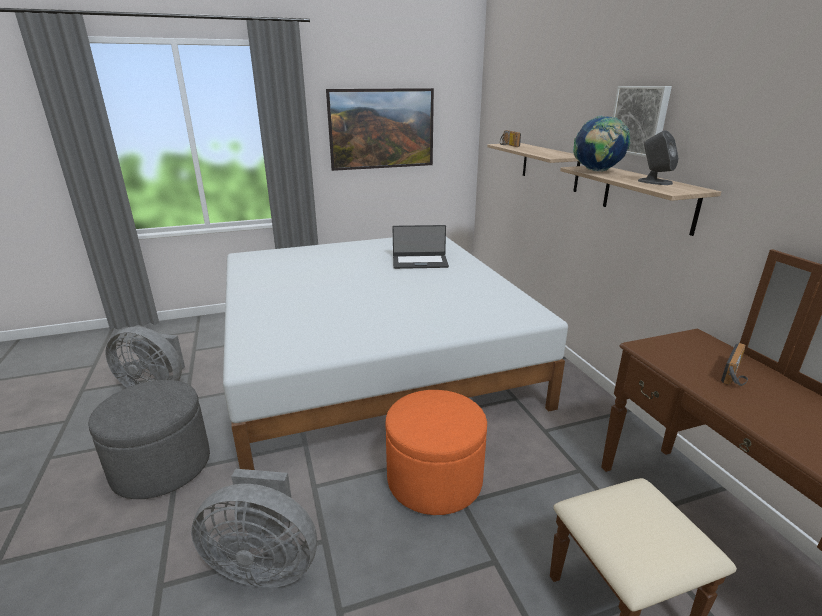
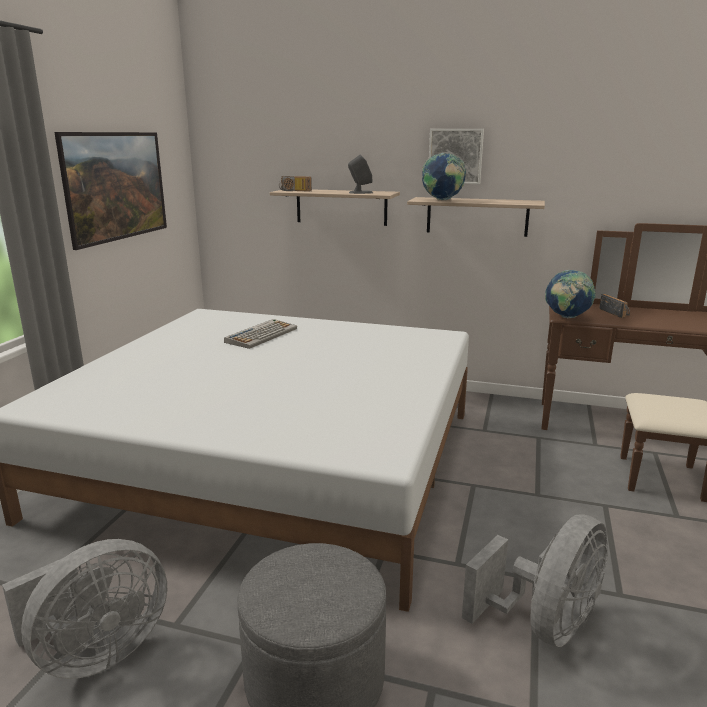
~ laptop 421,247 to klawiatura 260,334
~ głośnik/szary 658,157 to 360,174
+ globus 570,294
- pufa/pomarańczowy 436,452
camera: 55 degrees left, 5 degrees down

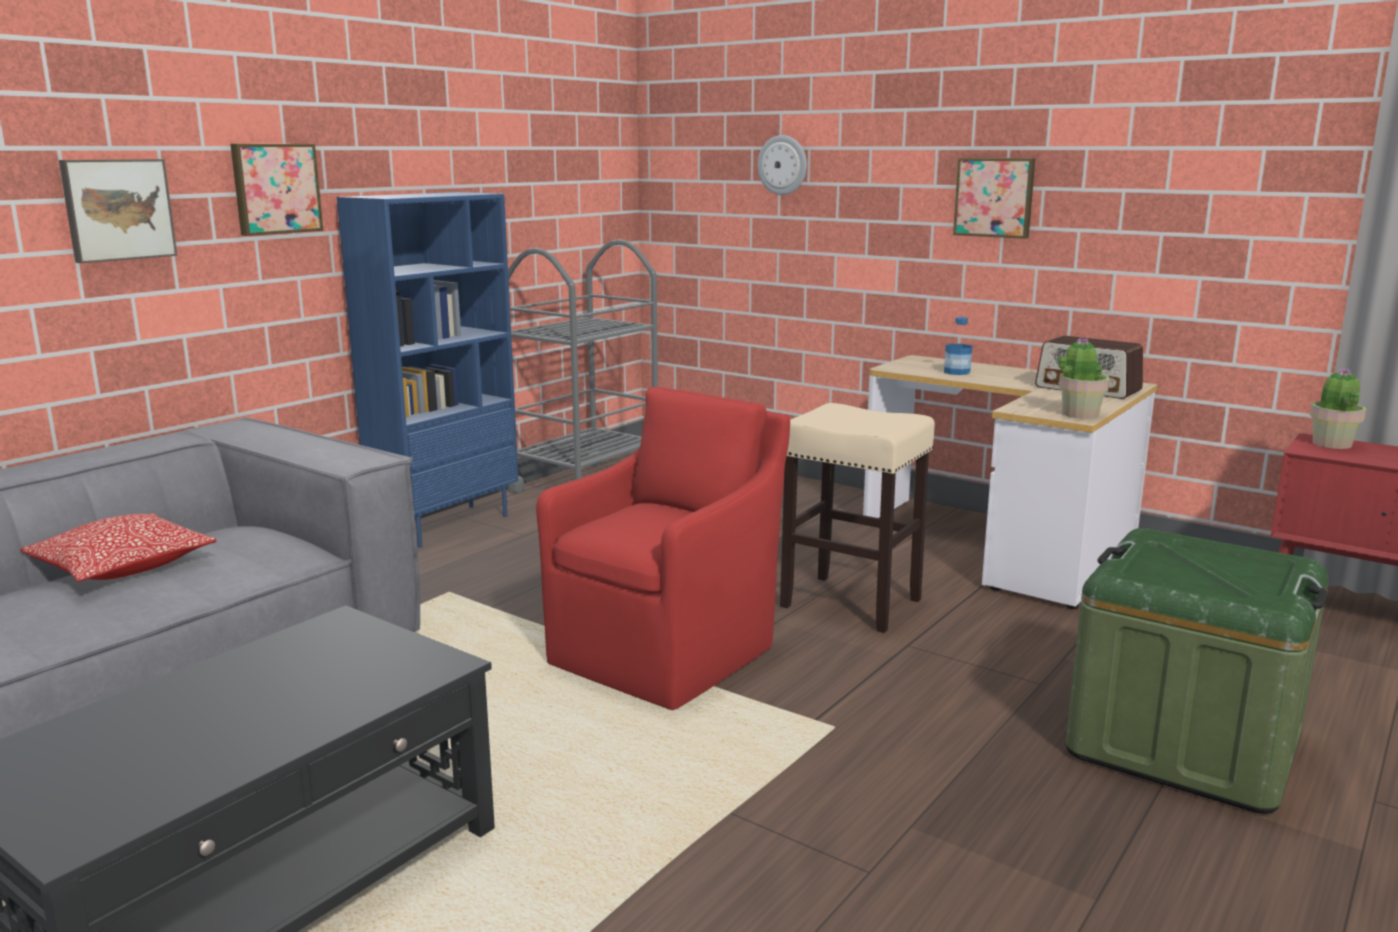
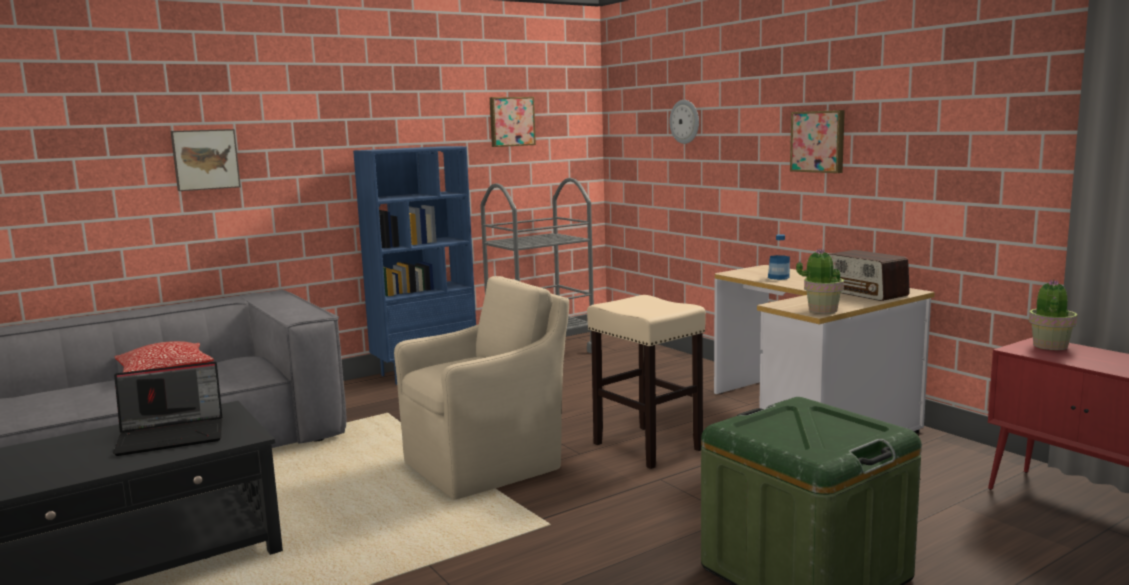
+ laptop 167,409
~ fotel/czerwony 663,548 to fotel/beżowy 481,387
~ obraz 276,190 to 513,122
camera: 20 degrees right, 5 degrees down

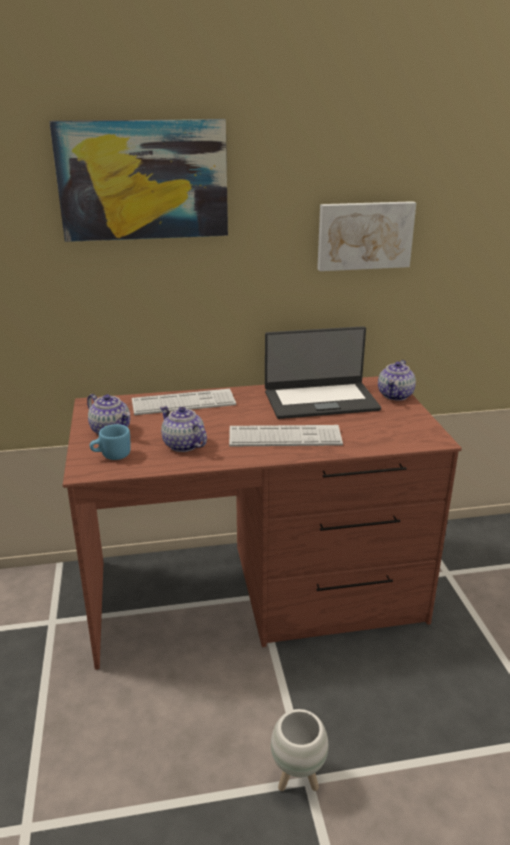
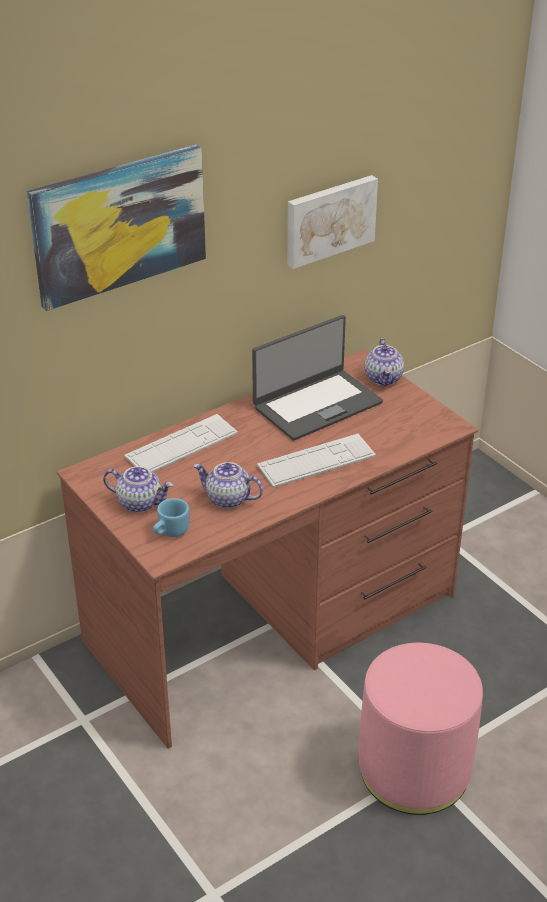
~ donica/biały 299,750 to pufa/różowy 421,729
camera: 25 degrees left, 10 degrees up

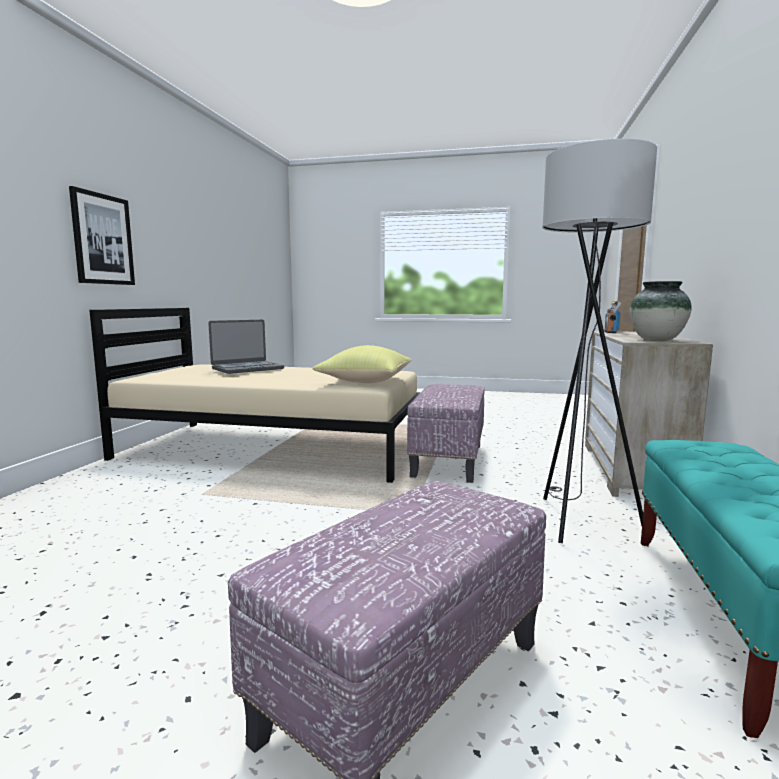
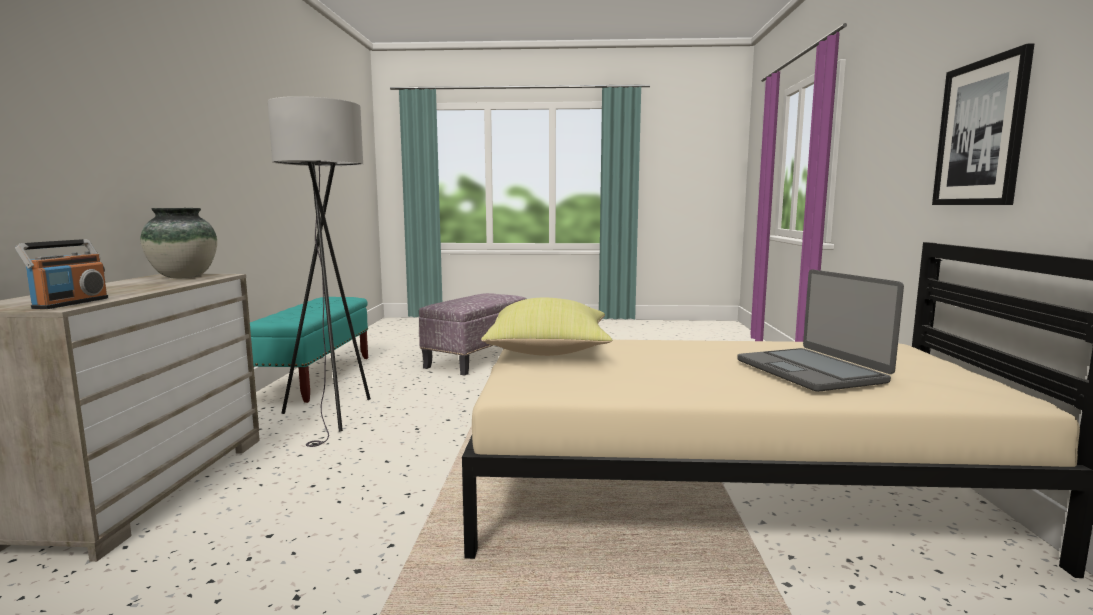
~ laptop 246,347 = 820,330 60 degrees counterclockwise
- pufa 446,433
camera: 170 degrees right, 0 degrees up

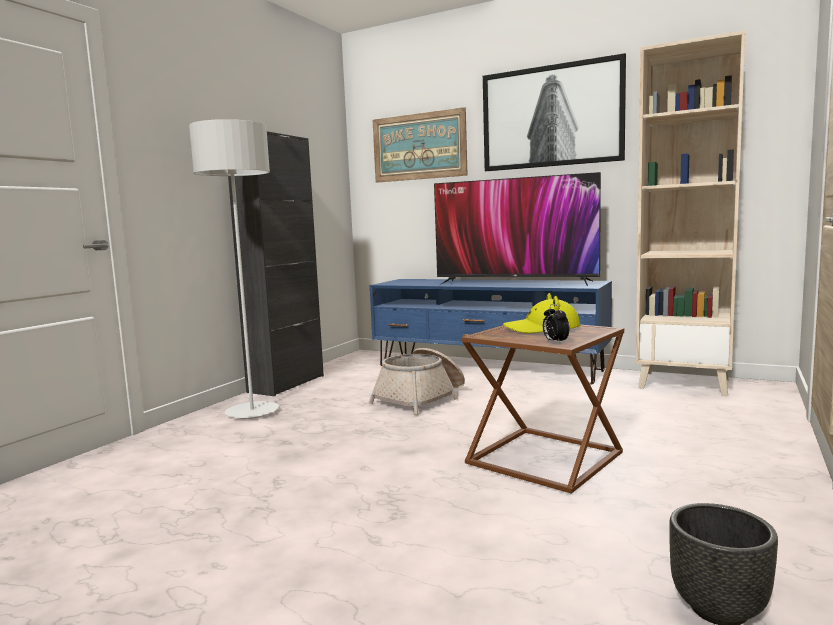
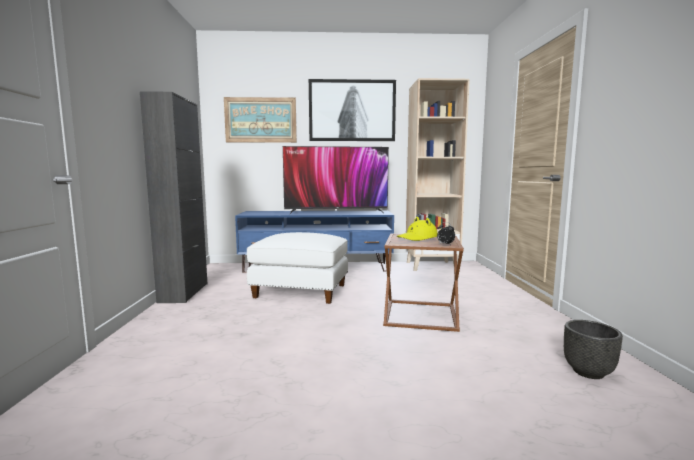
~ koszyk 417,381 to pufa/biały 297,268
- lampa stojąca/szary 234,269
camera: 30 degrees left, 0 degrees up

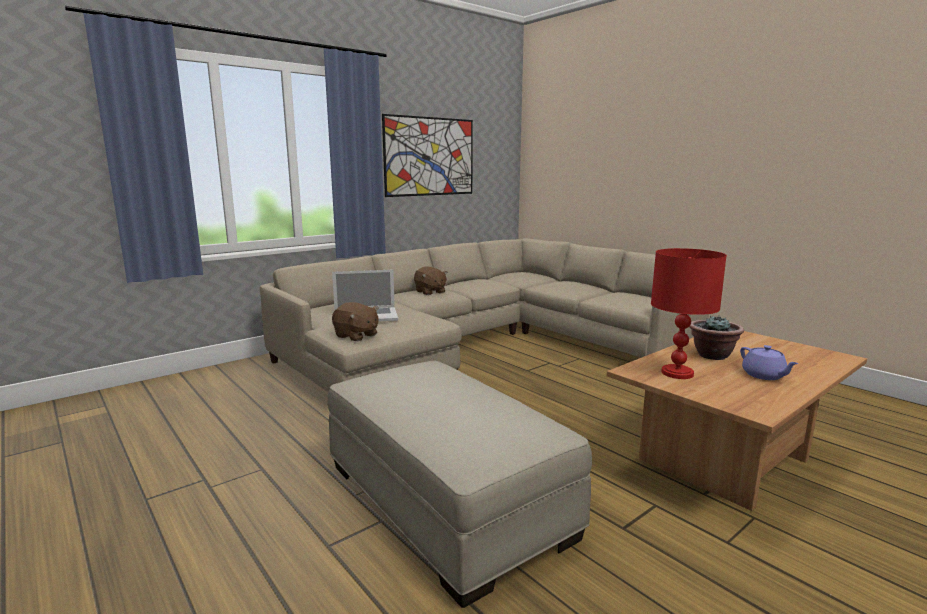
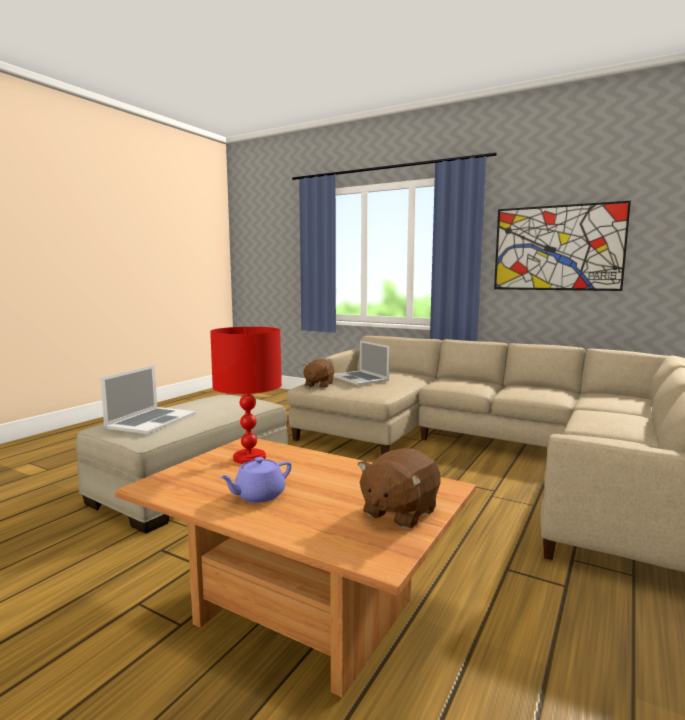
+ laptop 148,399
~ pluszak/brązowy 430,280 to 399,488
- roślina doniczkowa 716,337
camera: 70 degrees right, 5 degrees down

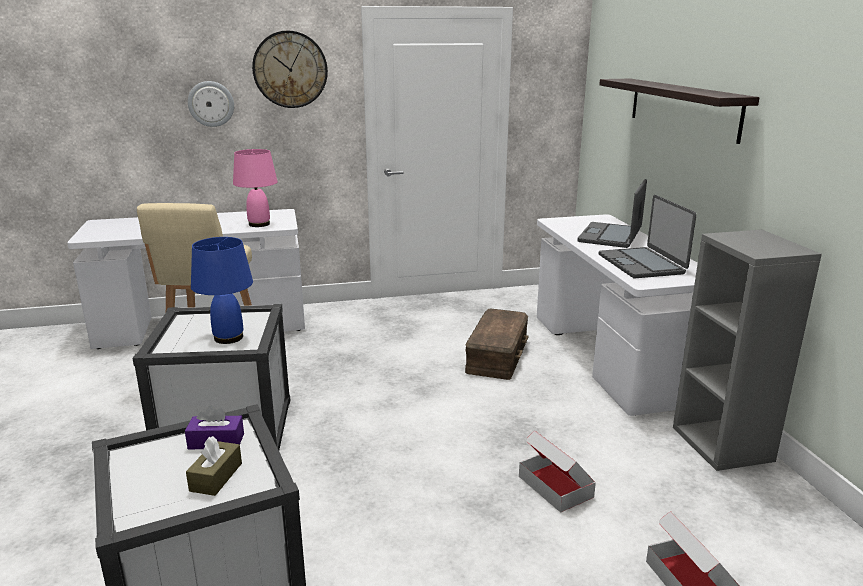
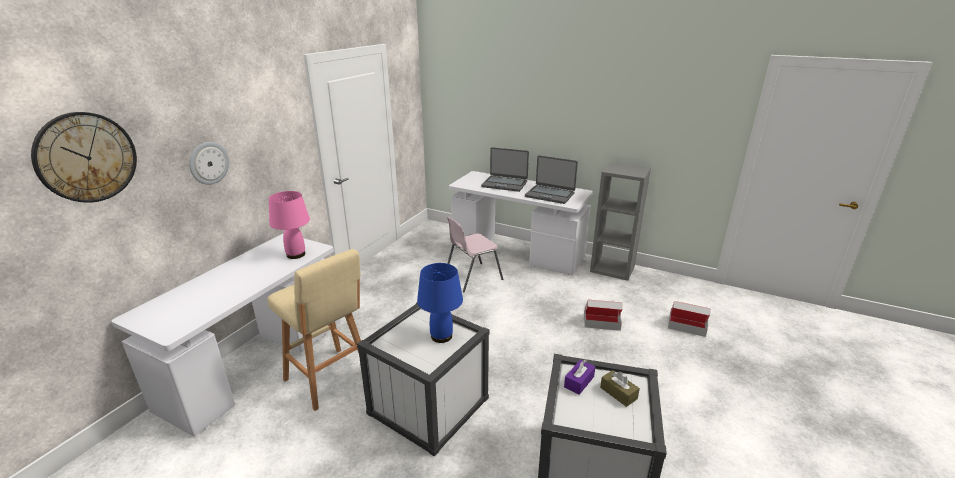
~ zegar ścienny 290,69 to 84,157
~ pojemnik do przechowywania/brązowy 497,344 to krzesło/różowy 475,254
~ laptop 612,213 = 505,169 45 degrees counterclockwise
- półka 679,111
camera: 50 degrees left, 5 degrees up

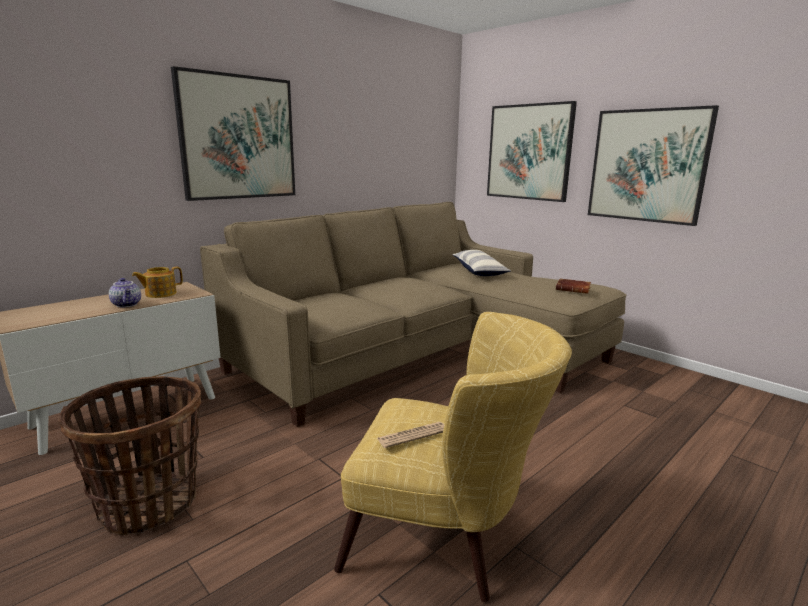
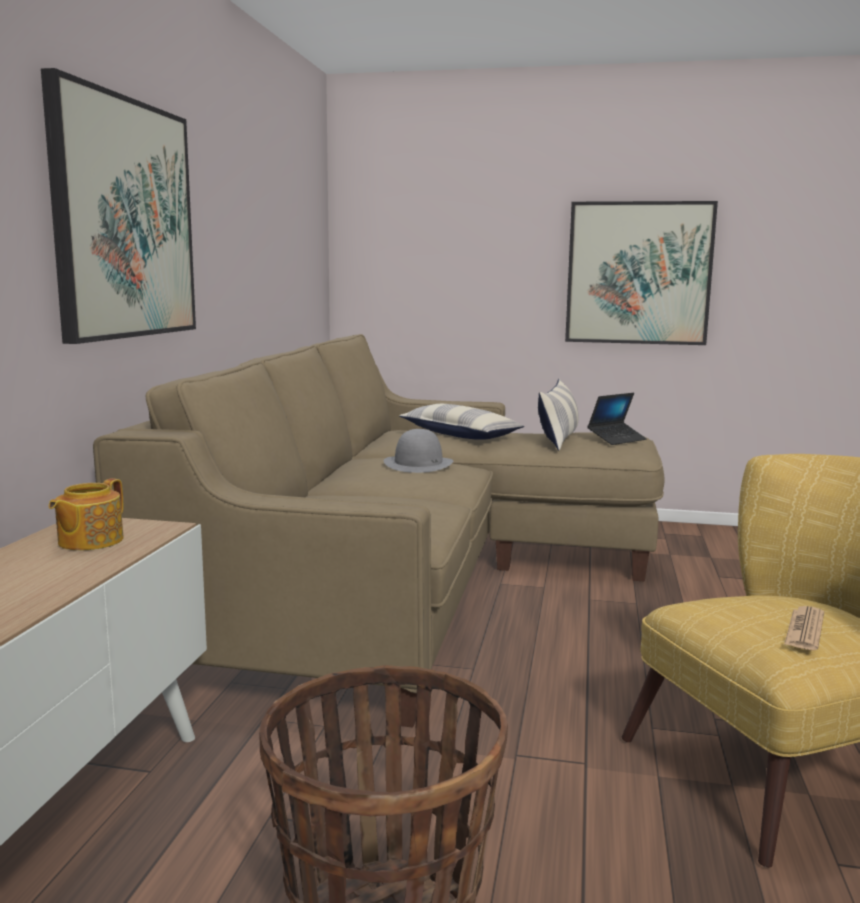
+ kapelusz/szary 418,451
+ poduszka 558,414
~ książka/brązowy 573,286 to laptop 617,419
- imbryk 125,293
- obraz 532,151
camera: 35 degrees left, 5 degrees down

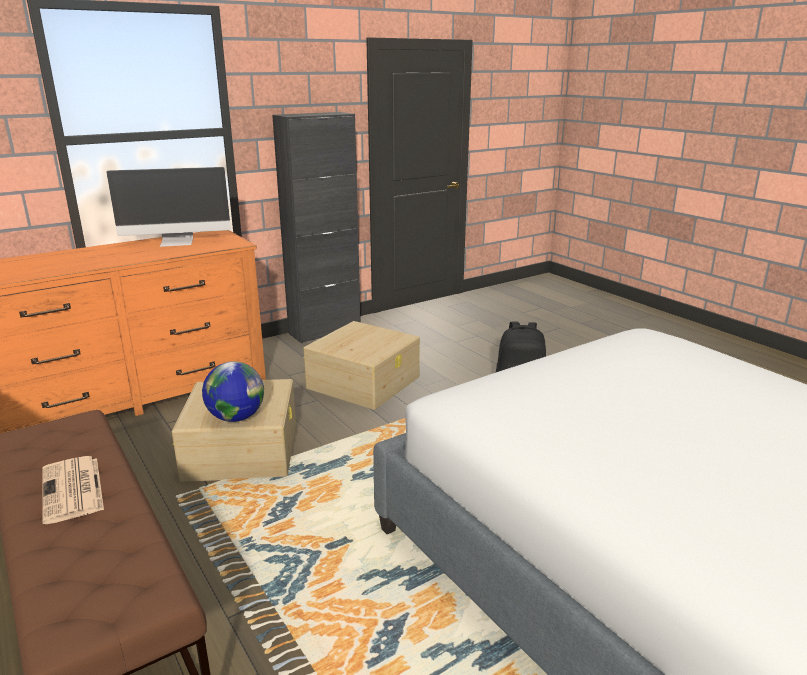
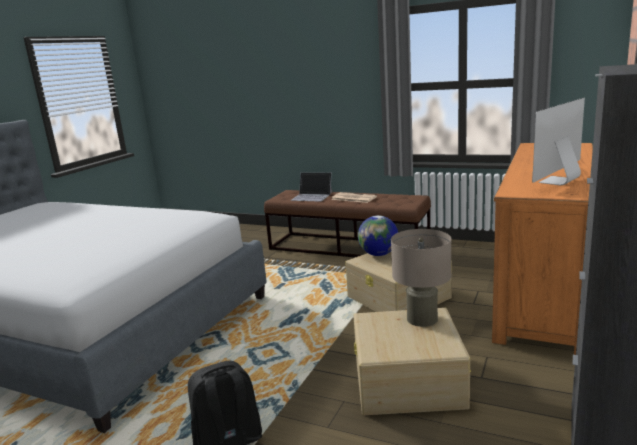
+ laptop 312,187
+ lampa stołowa/beżowy 421,278
camera: 150 degrees right, 5 degrees down

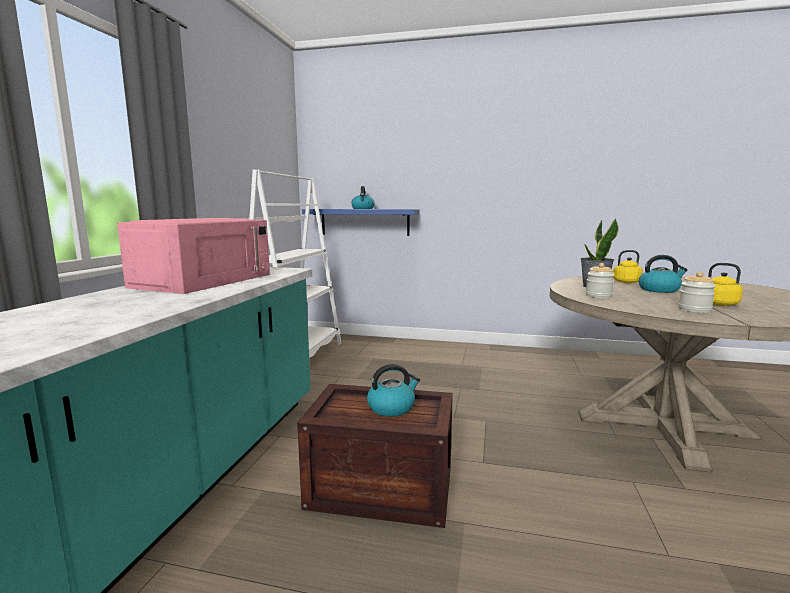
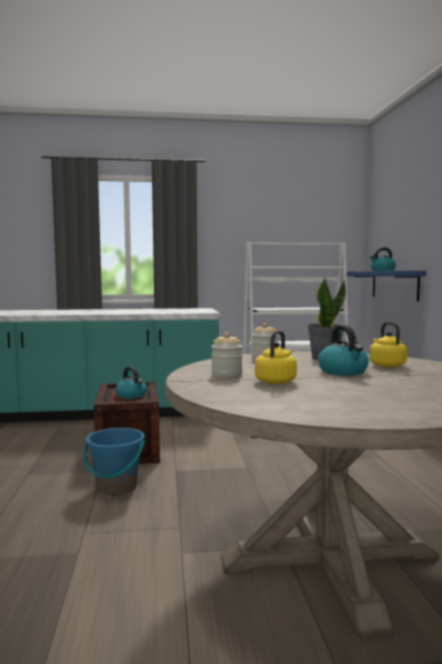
+ wiadro/niebieski 114,462
- mikrofalówka/różowy 193,256
camera: 70 degrees right, 5 degrees down

